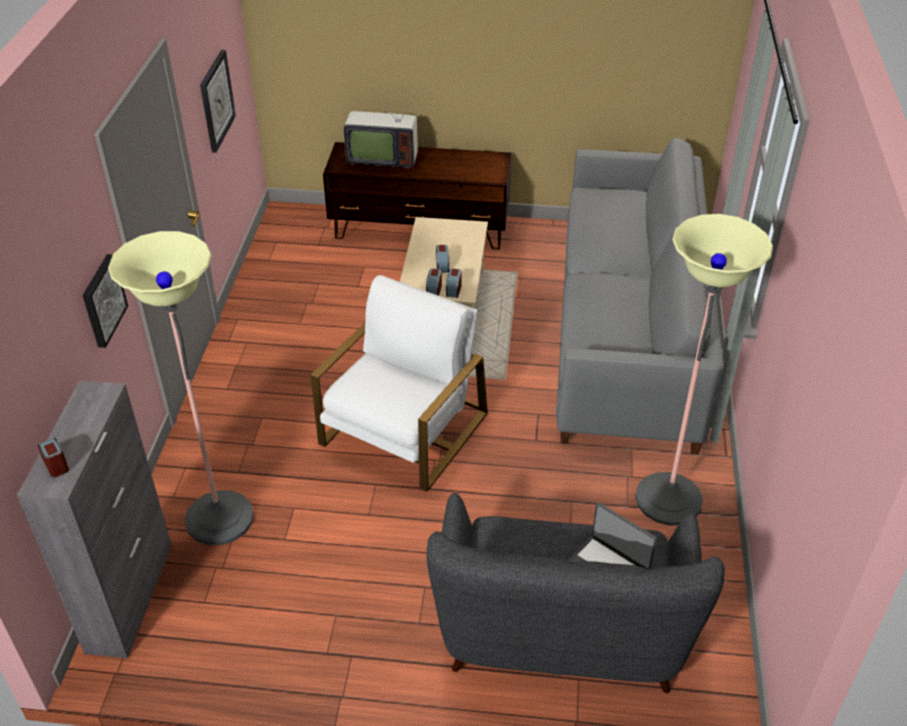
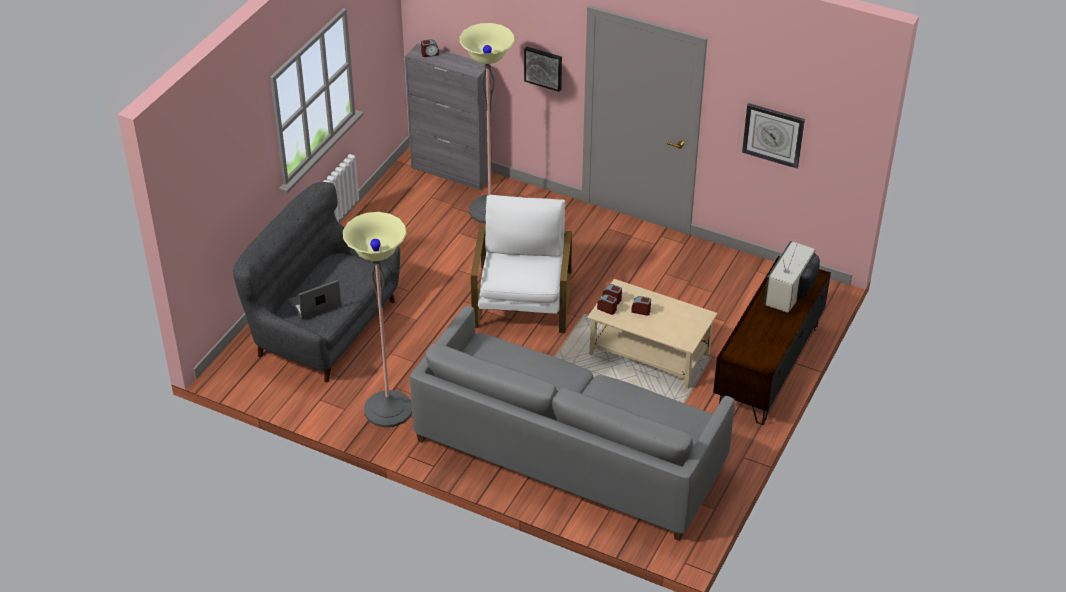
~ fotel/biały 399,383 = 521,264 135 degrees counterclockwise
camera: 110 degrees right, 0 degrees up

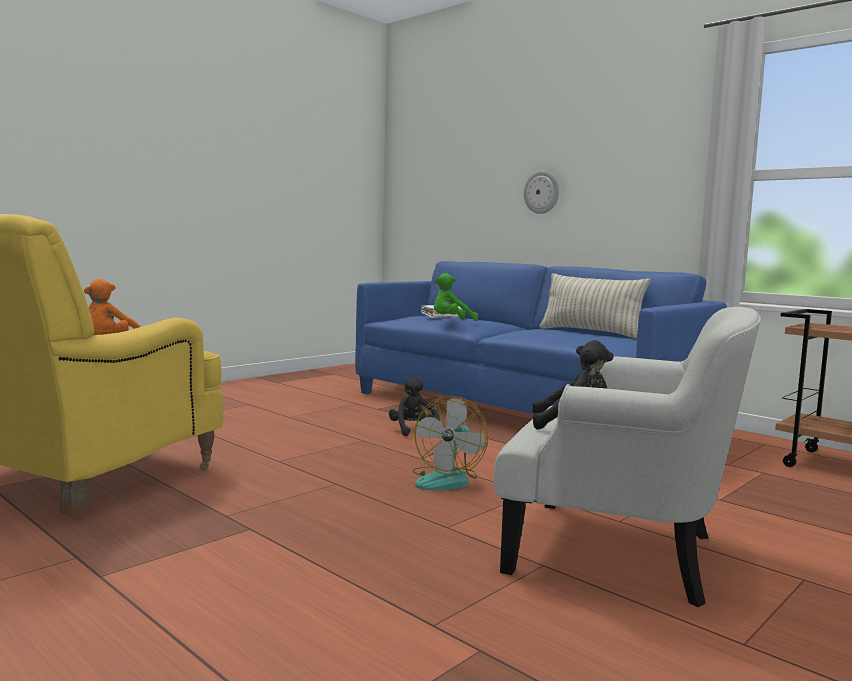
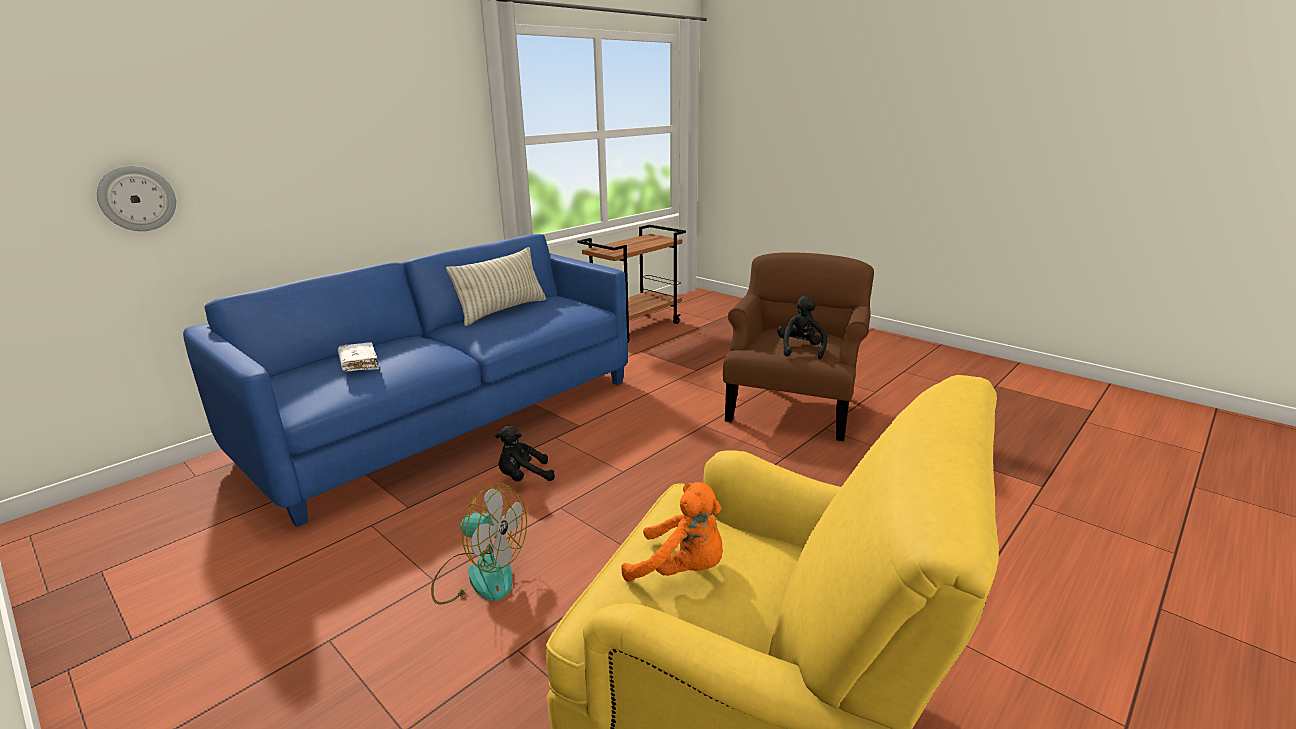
~ zegar ścienny 541,192 to 136,198
~ wentylator 450,443 to 479,544
~ fotel/biały 627,457 to fotel/brązowy 798,346
- pluszak/zielony 456,297
camera: 90 degrees left, 15 degrees up

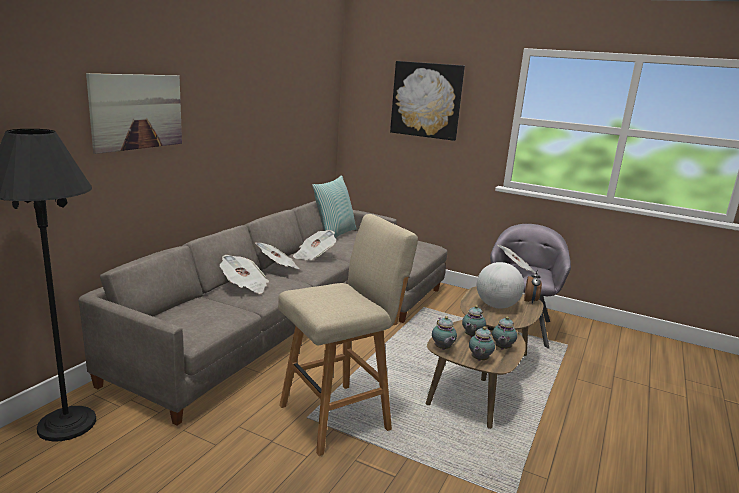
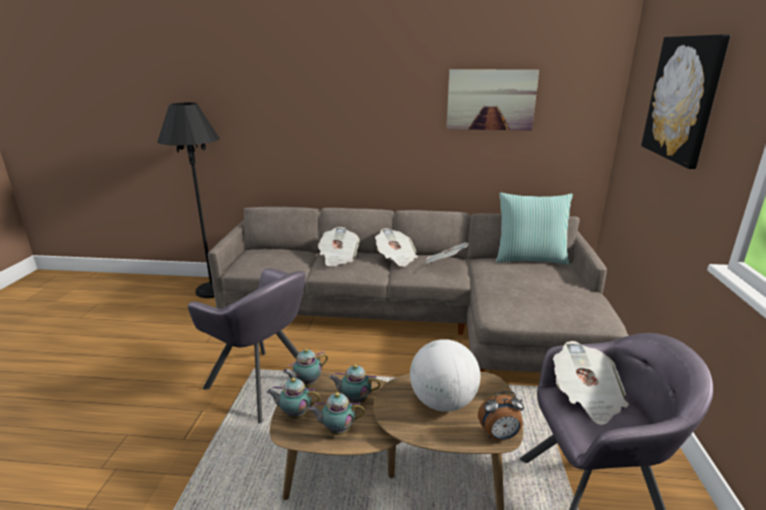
~ stołek/beżowy 348,335 to fotel/szary 247,345
~ obraz 134,113 to 492,99
camera: 70 degrees right, 5 degrees up

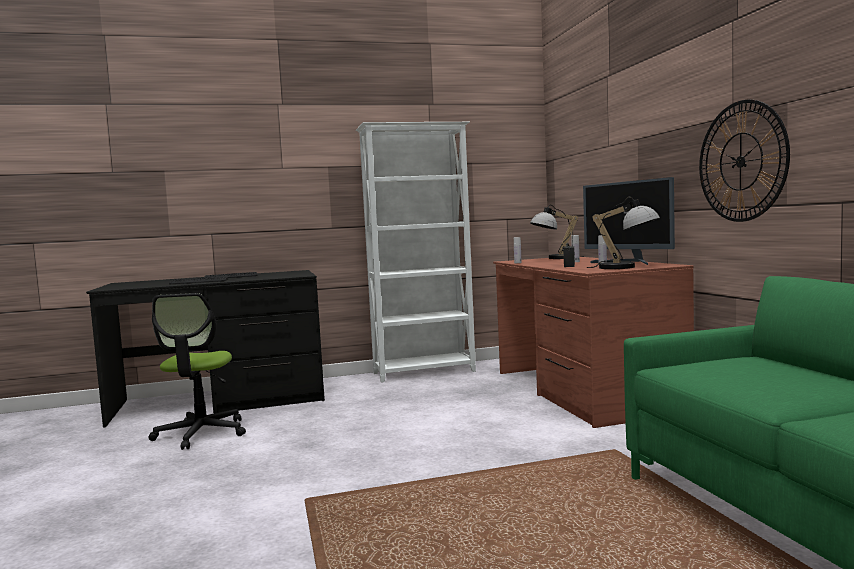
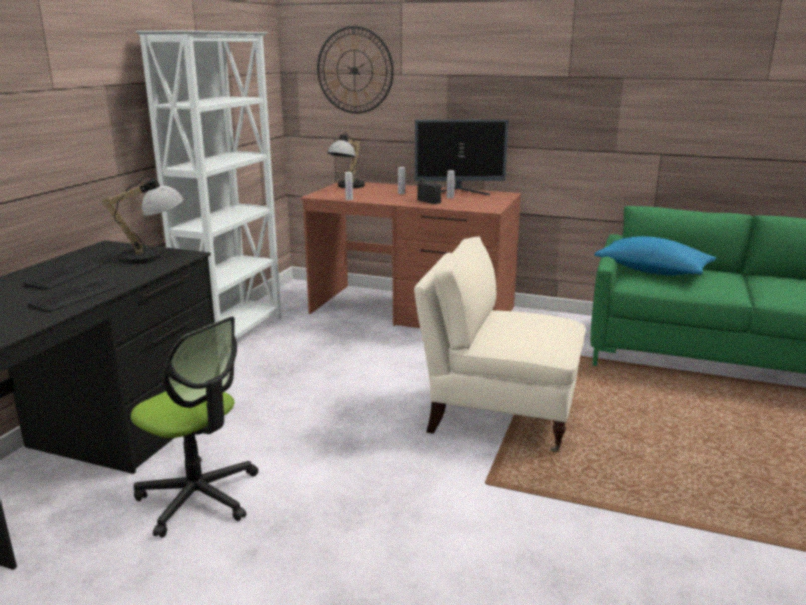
~ lampa stołowa 623,233 to 143,219
~ zegar ścienny 744,161 to 355,70
+ fotel/beżowy 499,344
+ poduszka/niebieski 655,256
camera: 55 degrees left, 15 degrees up

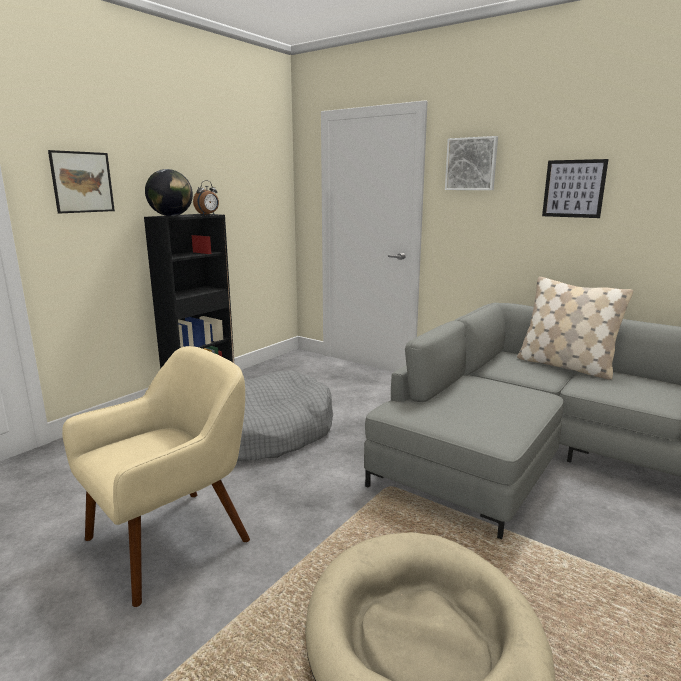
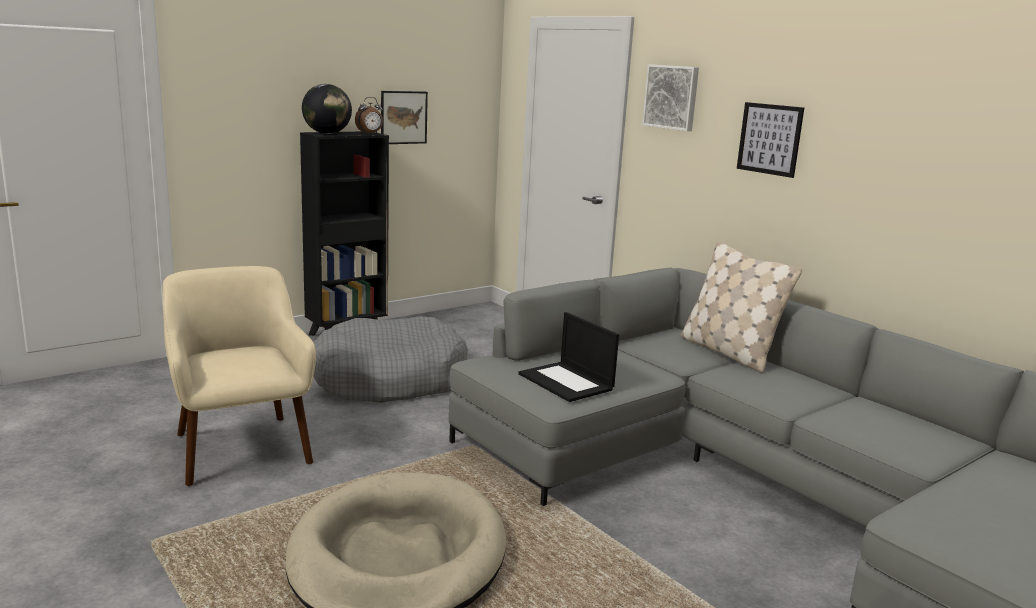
~ fotel/beżowy 156,476 = 239,376 90 degrees counterclockwise
~ obraz 81,181 to 404,117
+ laptop 569,357
camera: 15 degrees right, 0 degrees up

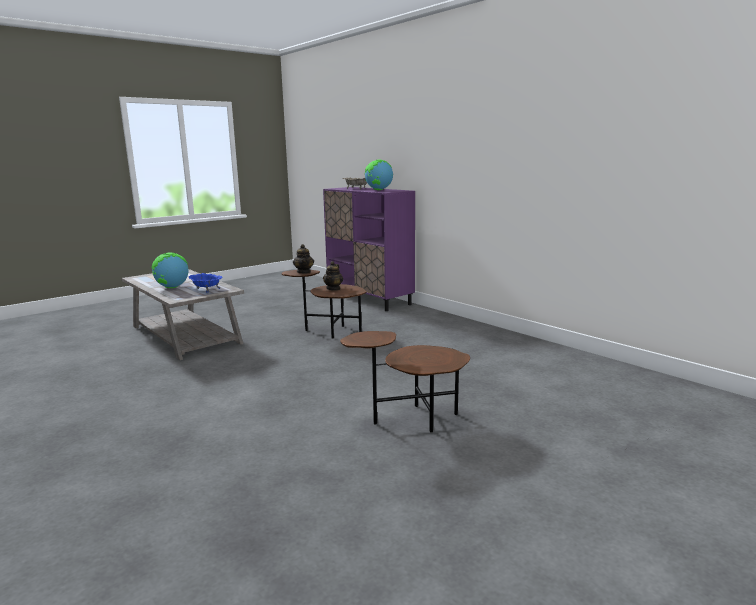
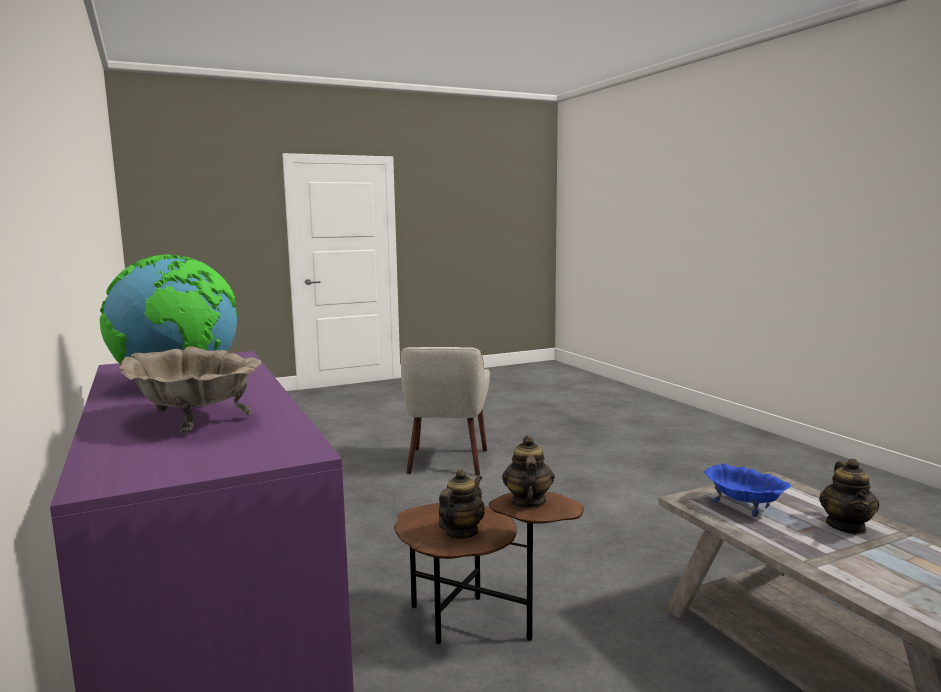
~ stolik/brązowy 405,381 to fotel/beżowy 445,411
~ globus 170,270 to imbryk 849,496
camera: 165 degrees left, 5 degrees down

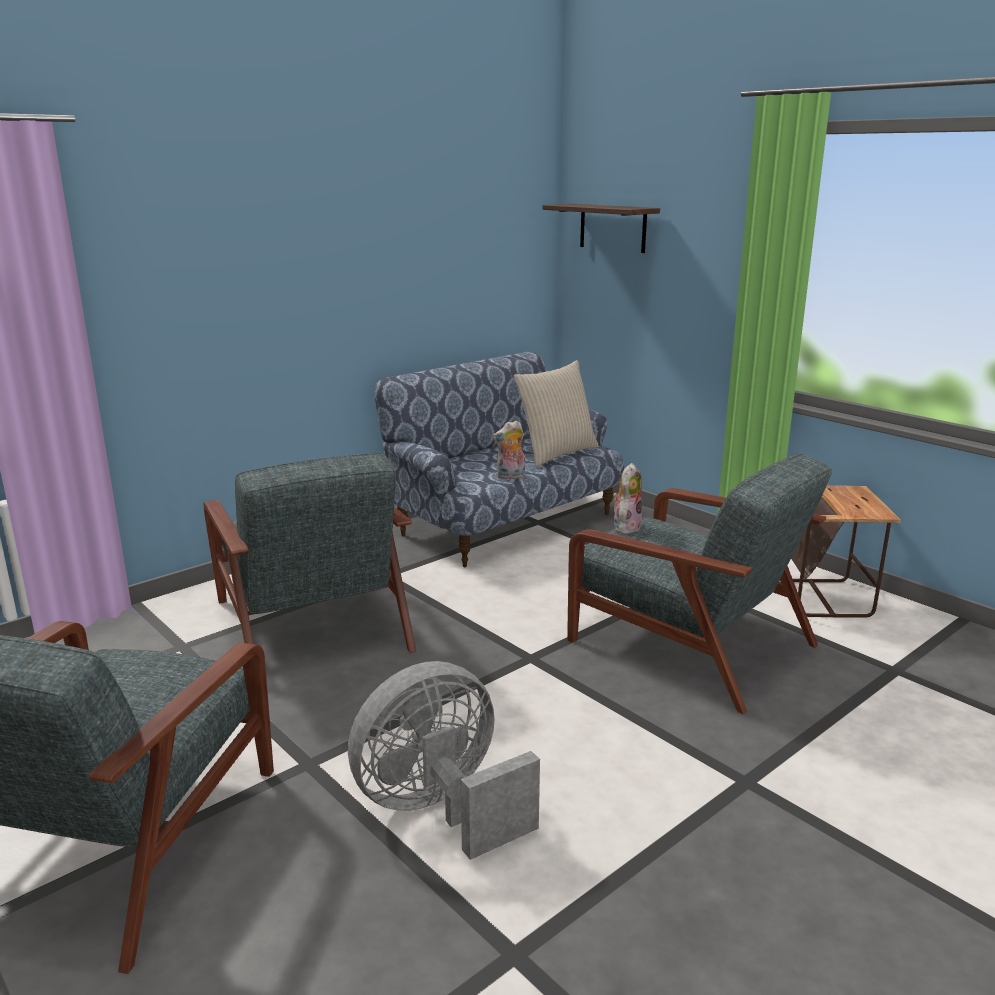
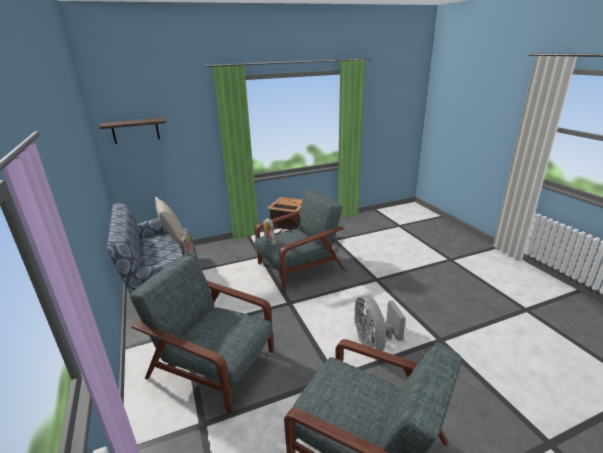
~ fotel/szary 309,553 = 202,335 150 degrees counterclockwise
camera: 70 degrees left, 5 degrees up

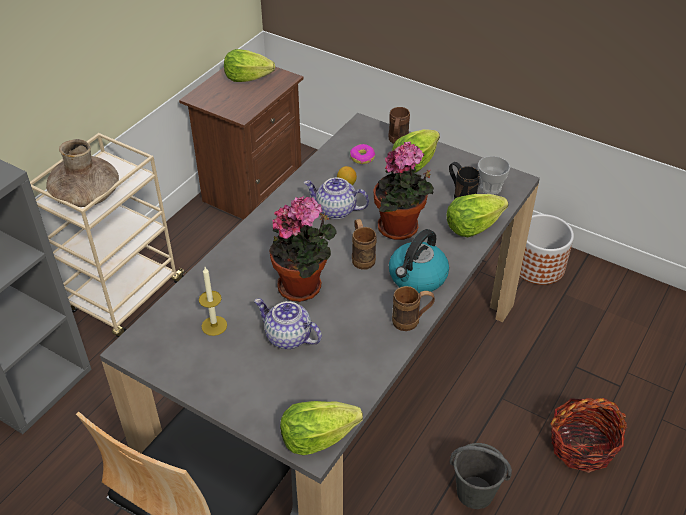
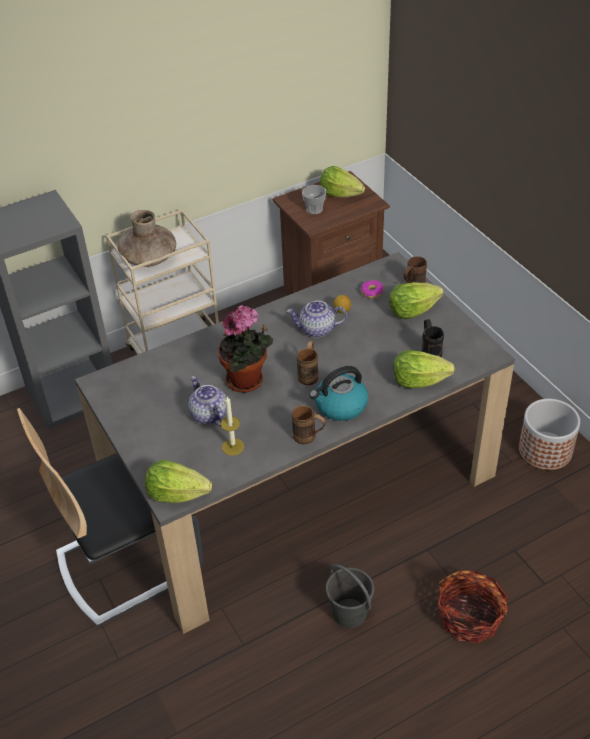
~ świeca 213,301 to 232,426
~ imbryk 336,198 = 317,319 45 degrees counterclockwise
~ filiżanka 494,175 to 314,199
- roślina doniczkowa 403,191
camera: 30 degrees right, 0 degrees up

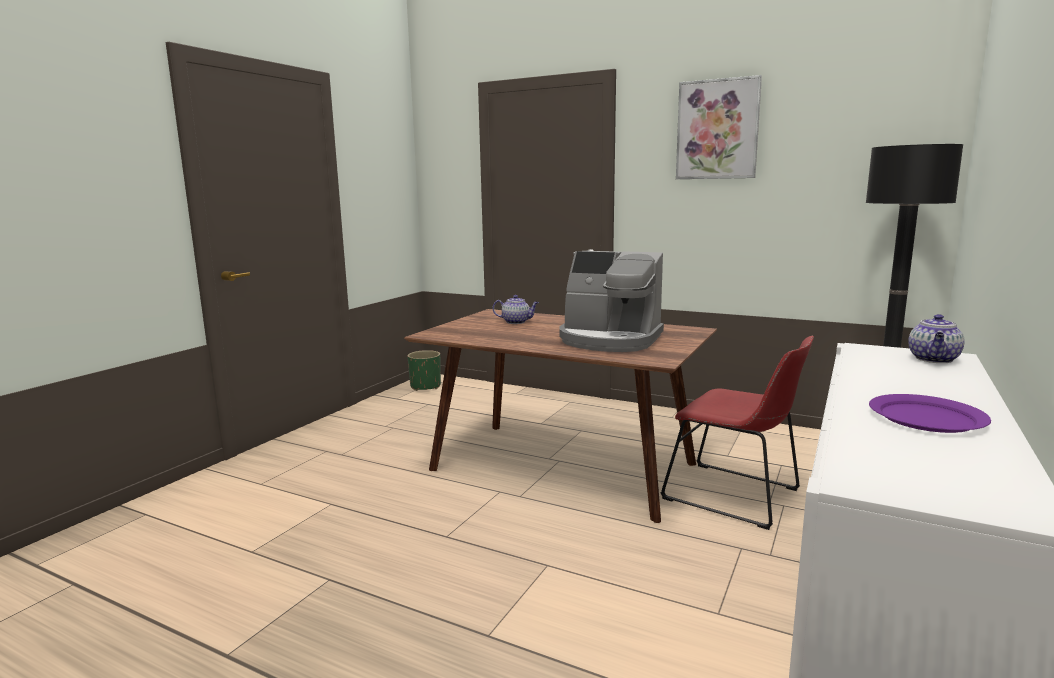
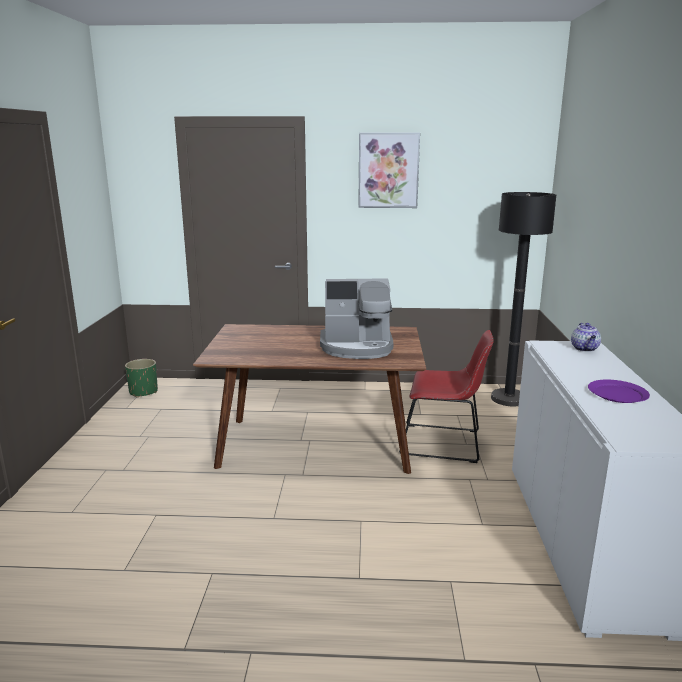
- imbryk 516,309
camera: 25 degrees left, 5 degrees up

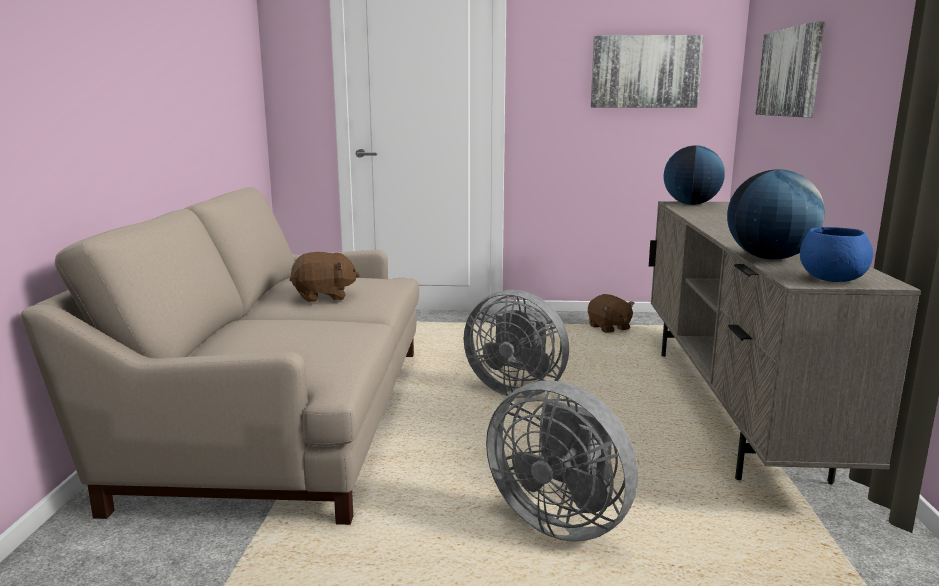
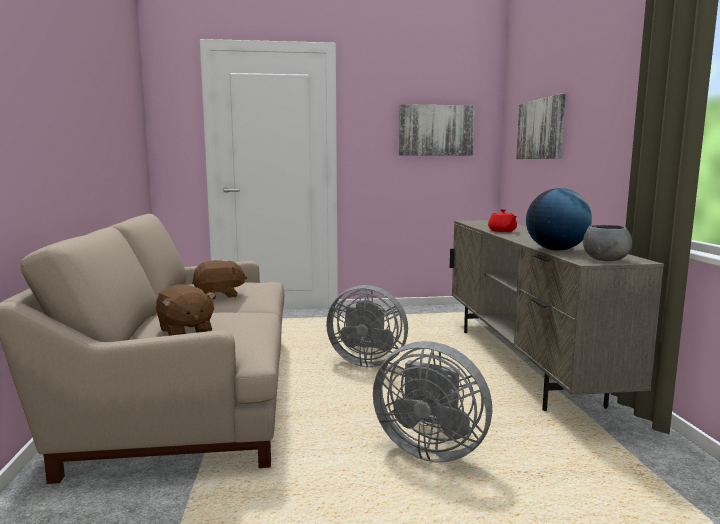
~ pluszak/brązowy 611,313 to 186,310
+ imbryk/czerwony 502,220
~ miska/niebieski 836,254 to miska/szary 607,243
- globus 694,175
camera: 10 degrees left, 5 degrees down

